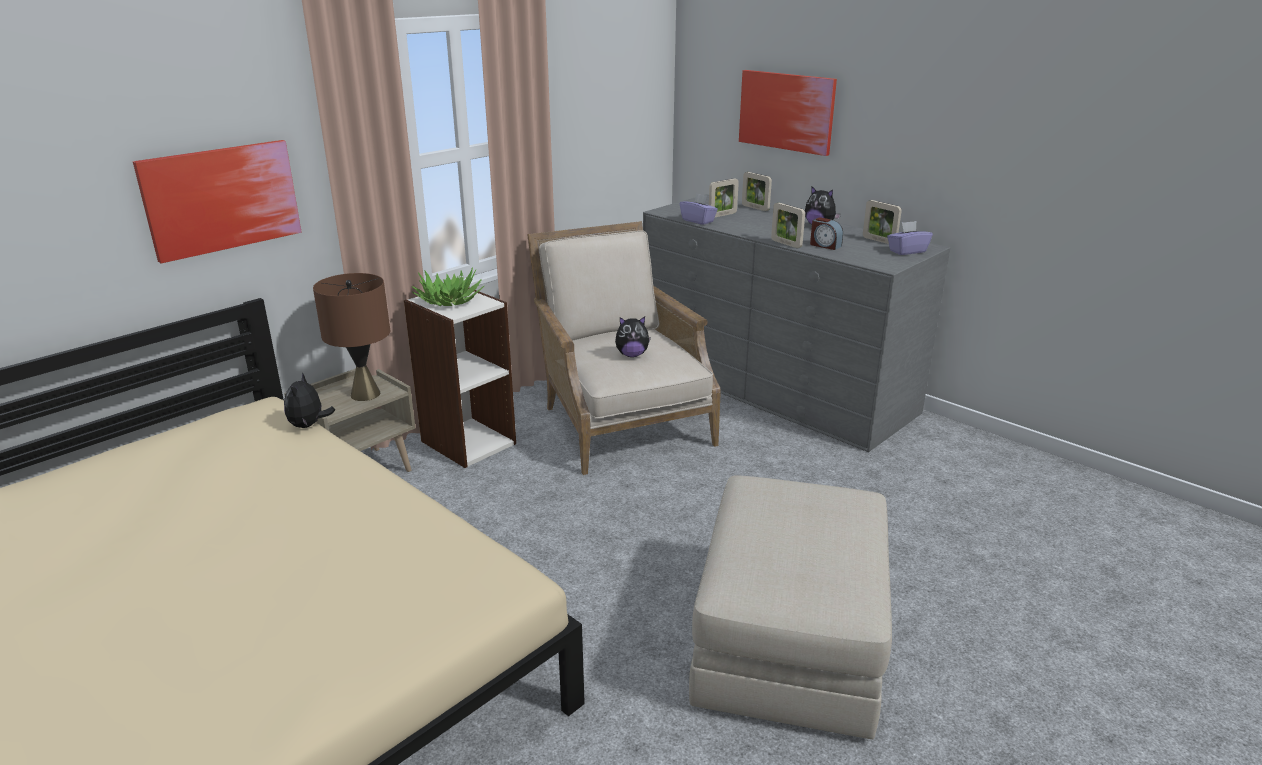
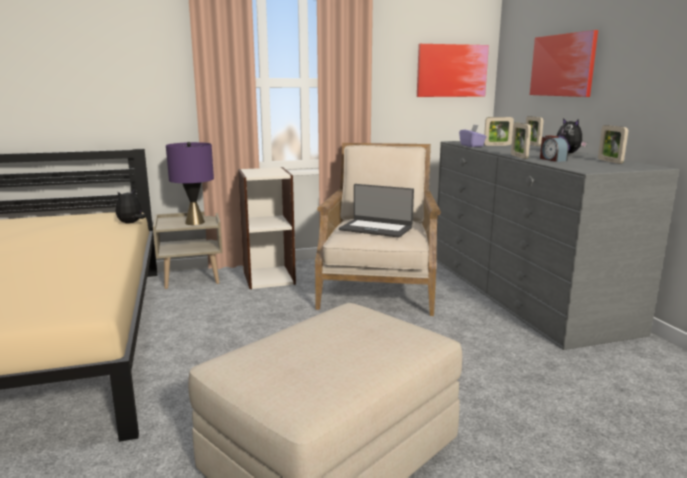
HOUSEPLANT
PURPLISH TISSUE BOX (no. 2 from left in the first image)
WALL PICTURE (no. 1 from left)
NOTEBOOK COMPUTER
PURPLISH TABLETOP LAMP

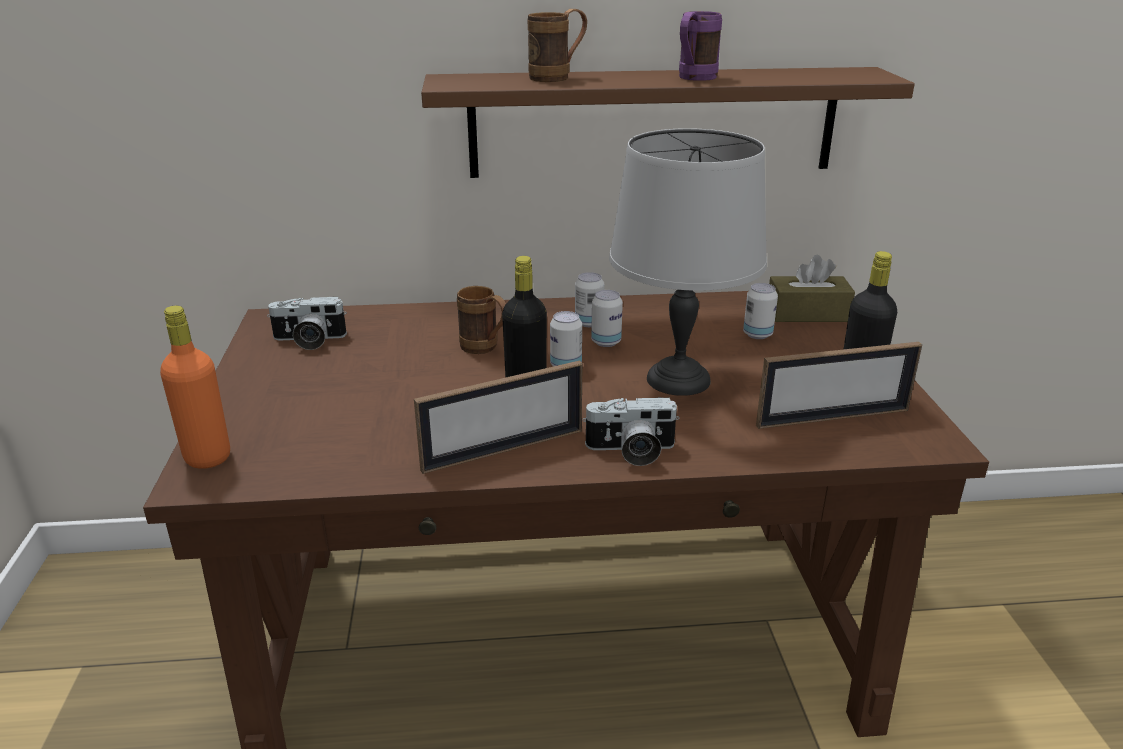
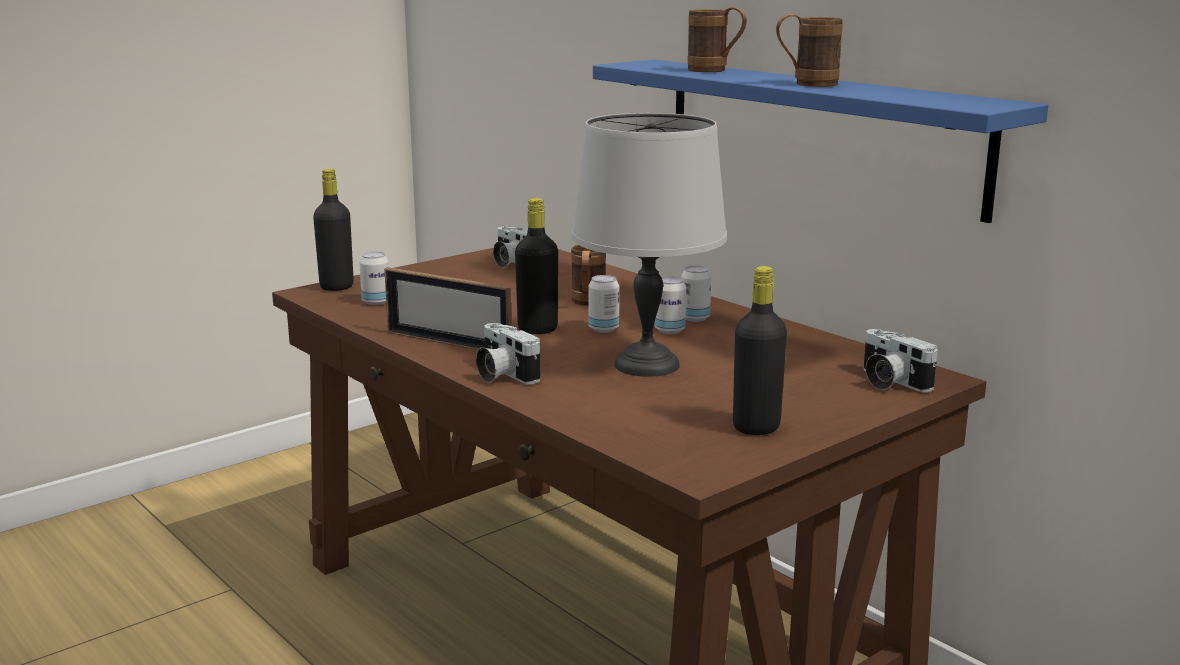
STANDING FRAME (no. 2 from left in the first image)
METAL CAN (no. 1 from left)
PHOTO CAMERA (no. 3 from left)
BLACKISH DRINK BOTTLE (no. 1 from left)
BLUE-COLOURED SHELF
BROWN MUG (no. 3 from left)

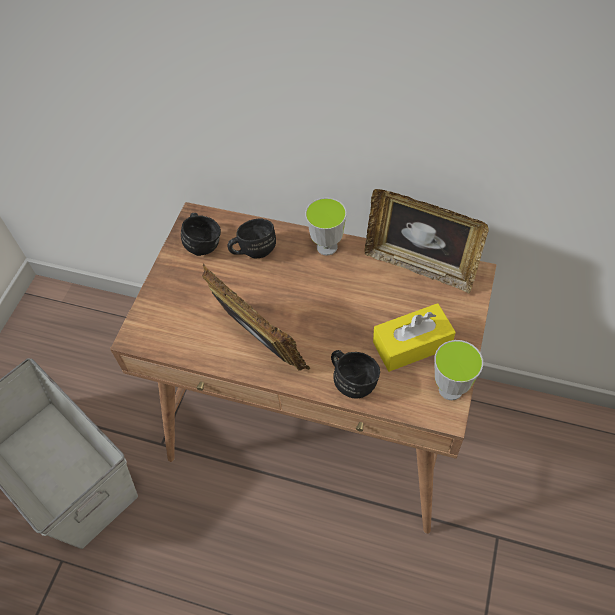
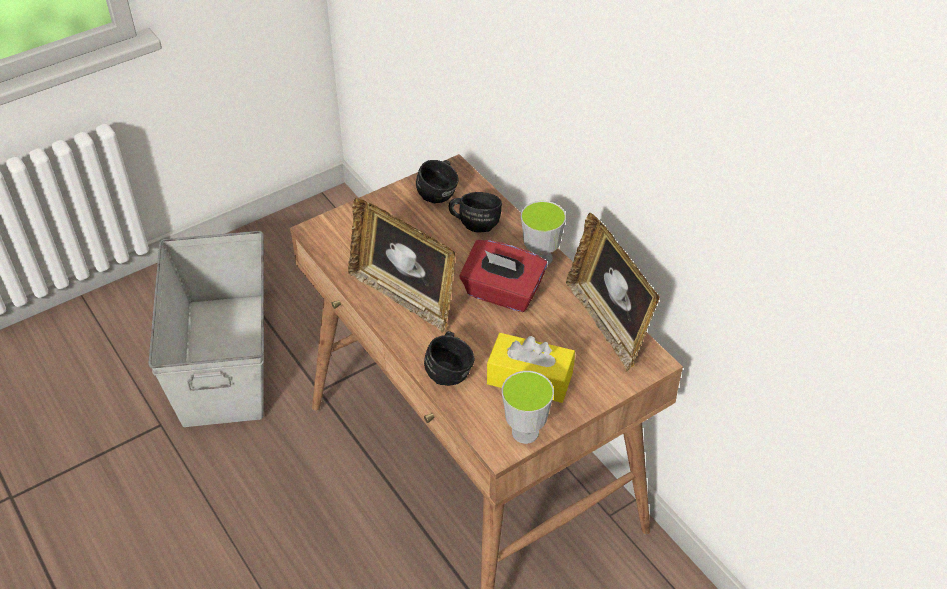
RED-COLOURED TISSUE BOX
STANDING FRAME (no. 1 from left)

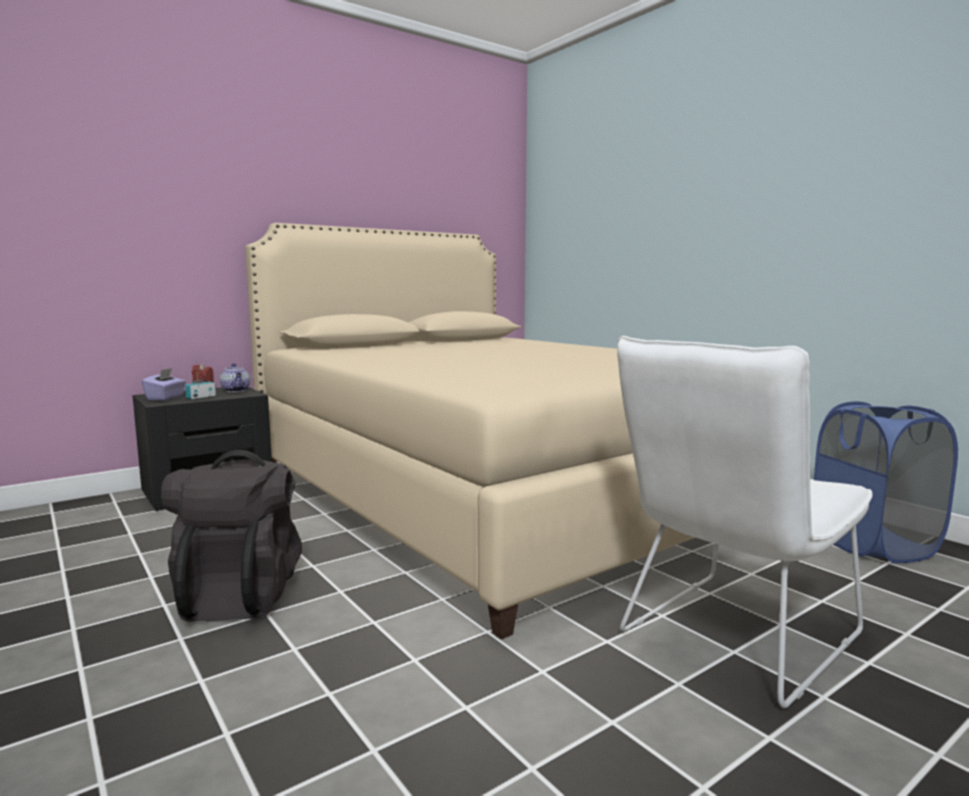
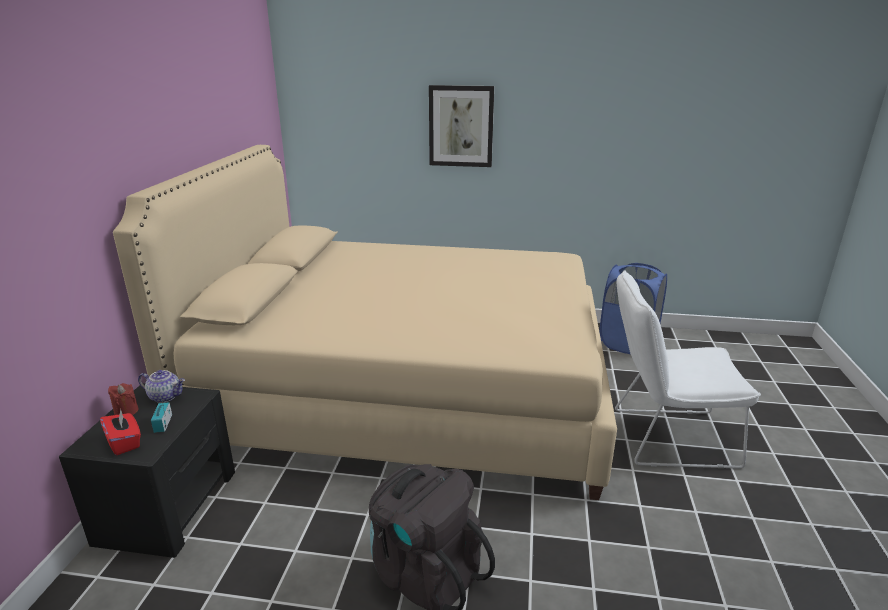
WALL PICTURE
RED-COLOURED TISSUE BOX
WHITISH PLAIN CHAIR

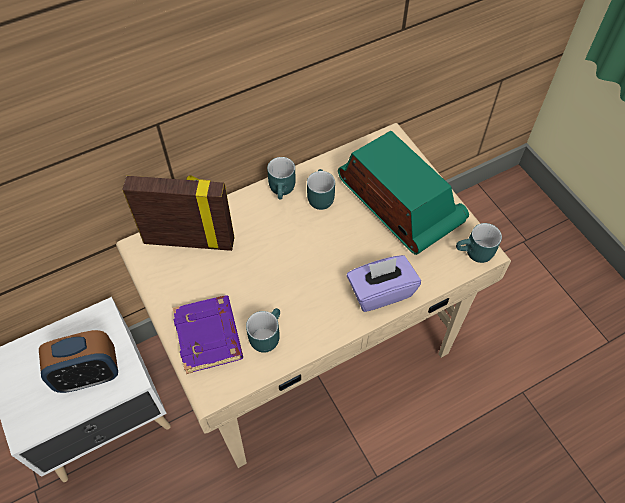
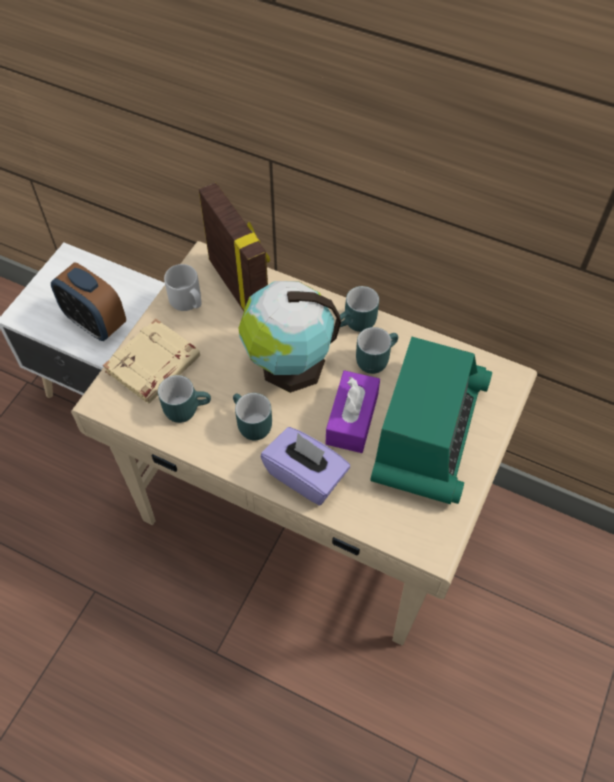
GREY MUG
GLOBE
PURPLISH TISSUE BOX (no. 2 from left)
BLUE-GREEN MUG (no. 2 from left)
SAND-COLOURED BOUND BOOK

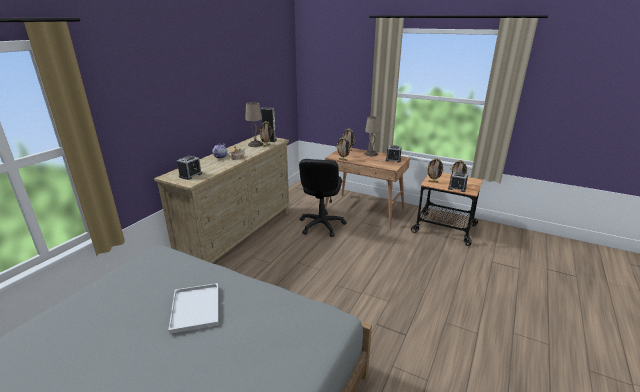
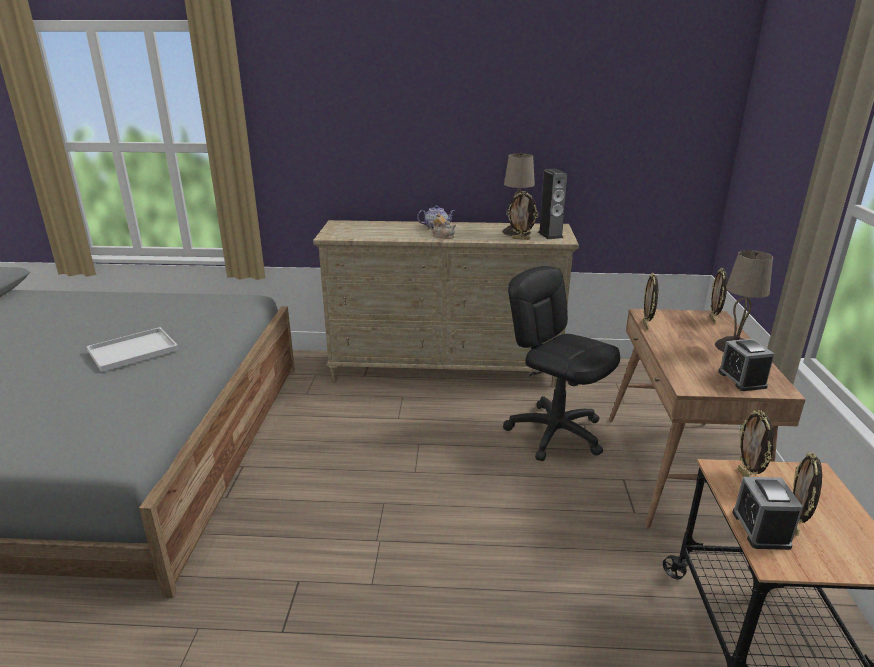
ALARM CLOCK (no. 1 from left in the first image)
BLACKISH COMPUTER CHAIR

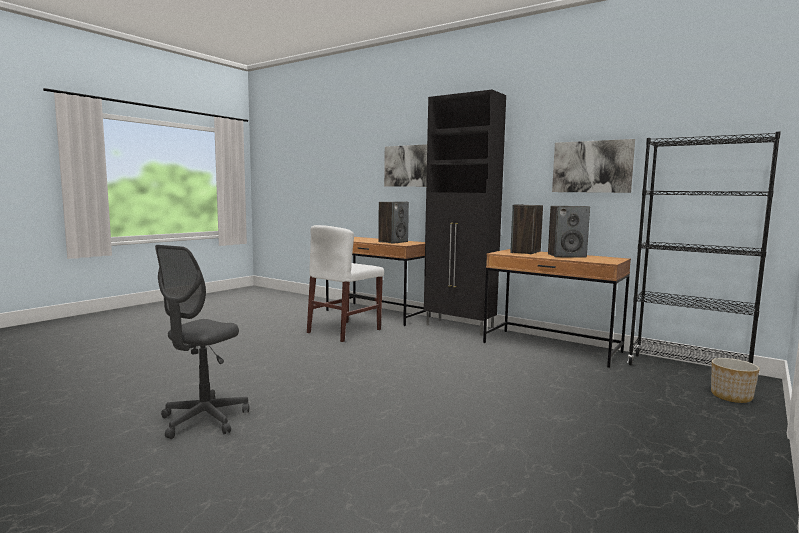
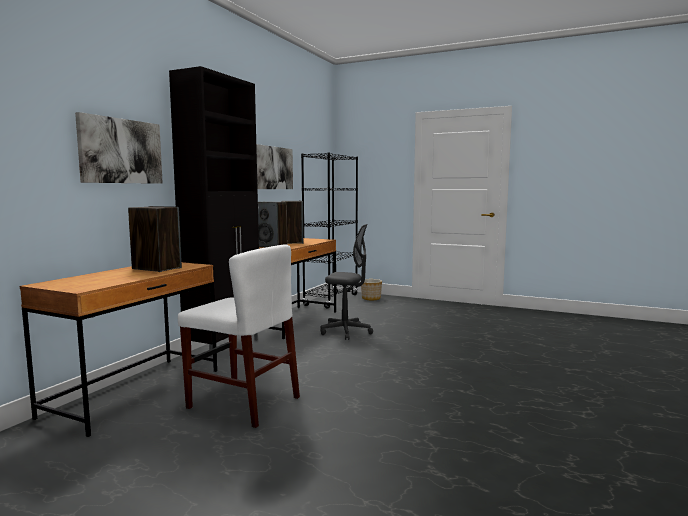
GREY COMPUTER CHAIR

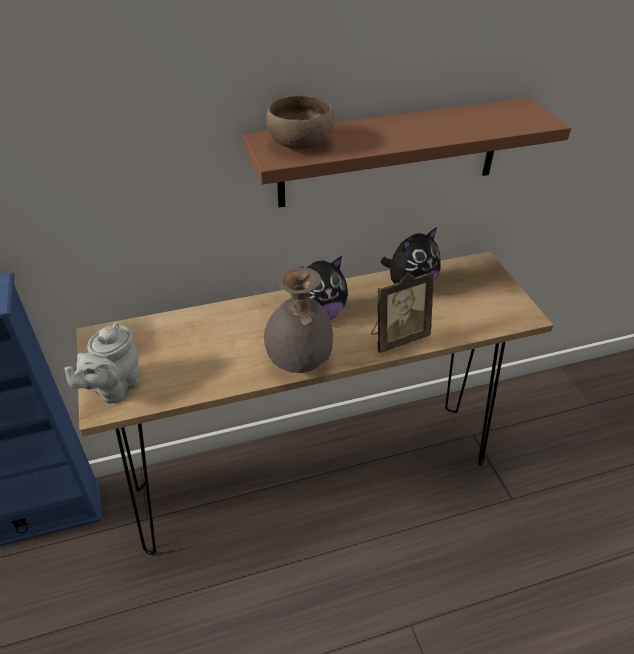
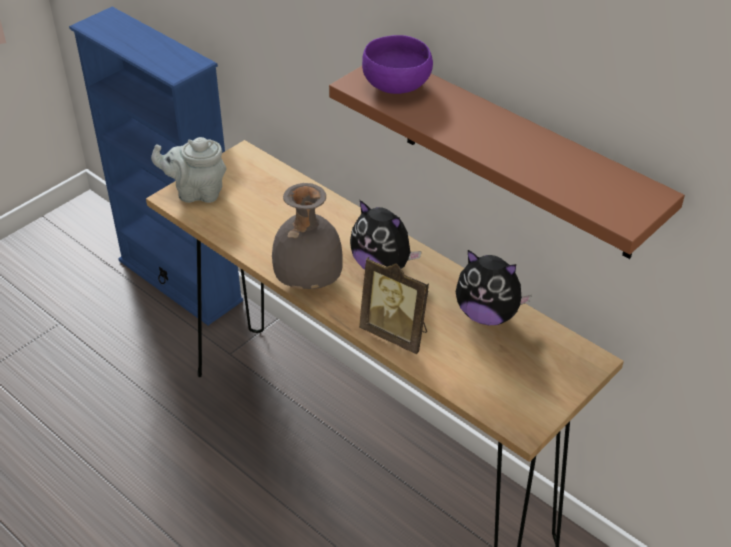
PURPLISH SERVING BOWL

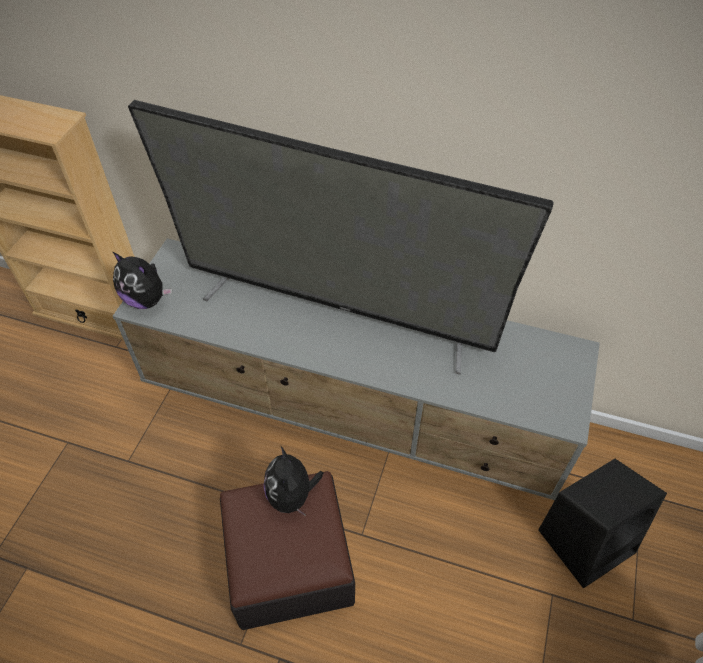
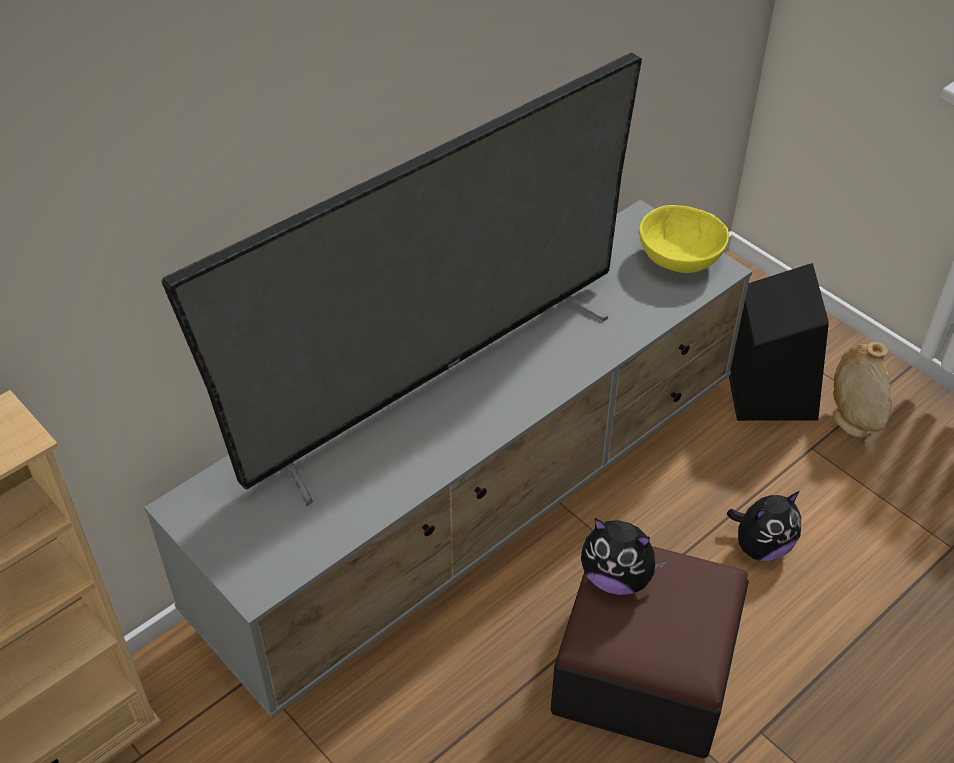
YELLOWISH SERVING BOWL
SAND-COLOURED VASE
CUDDLY TOY (no. 2 from left)

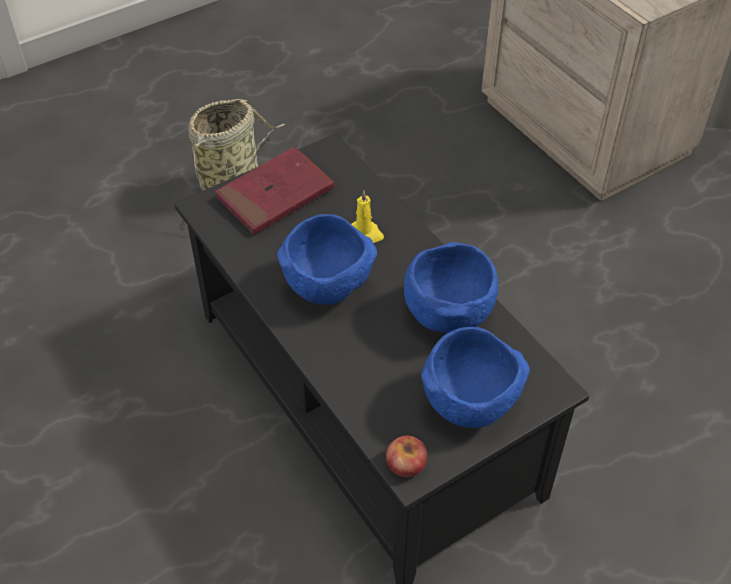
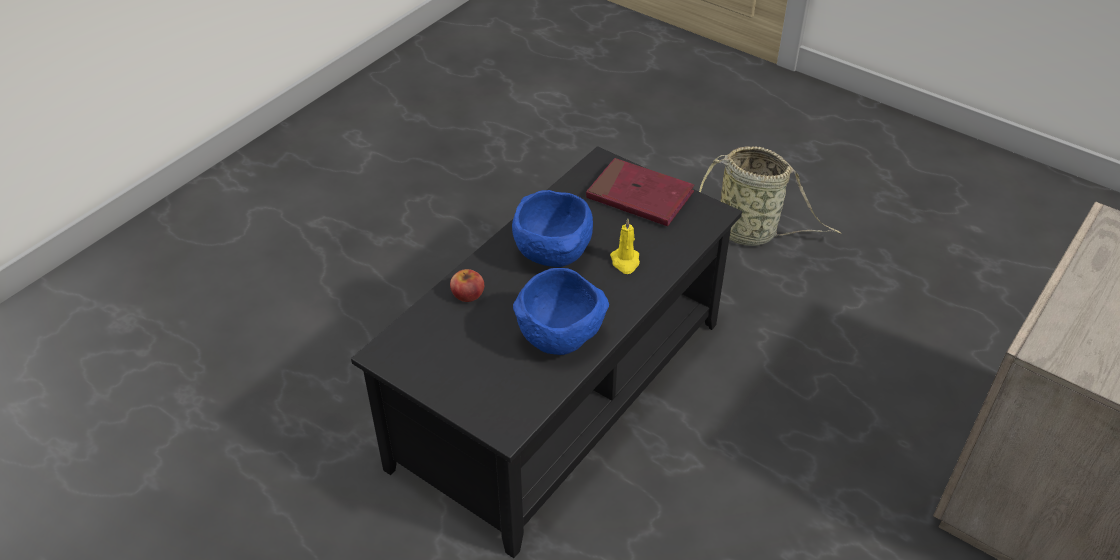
BLUE-COLOURED SERVING BOWL (no. 3 from left in the first image)
APPLE FRUIT

